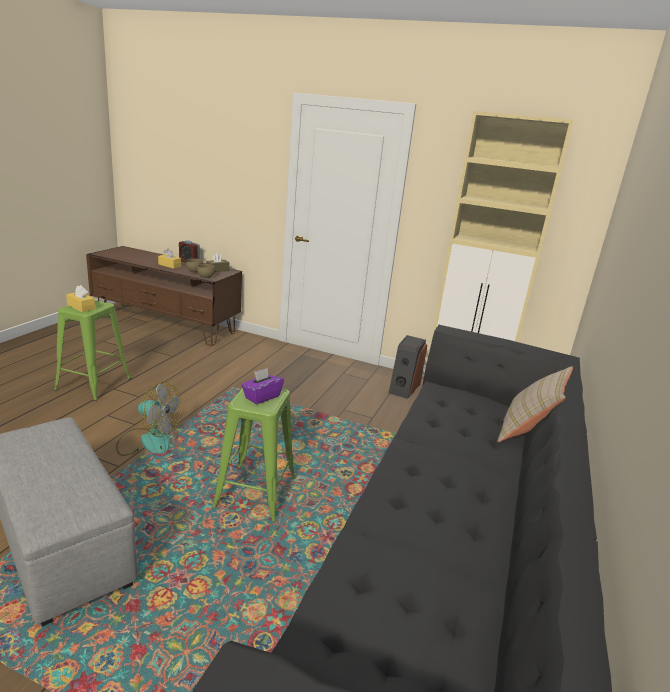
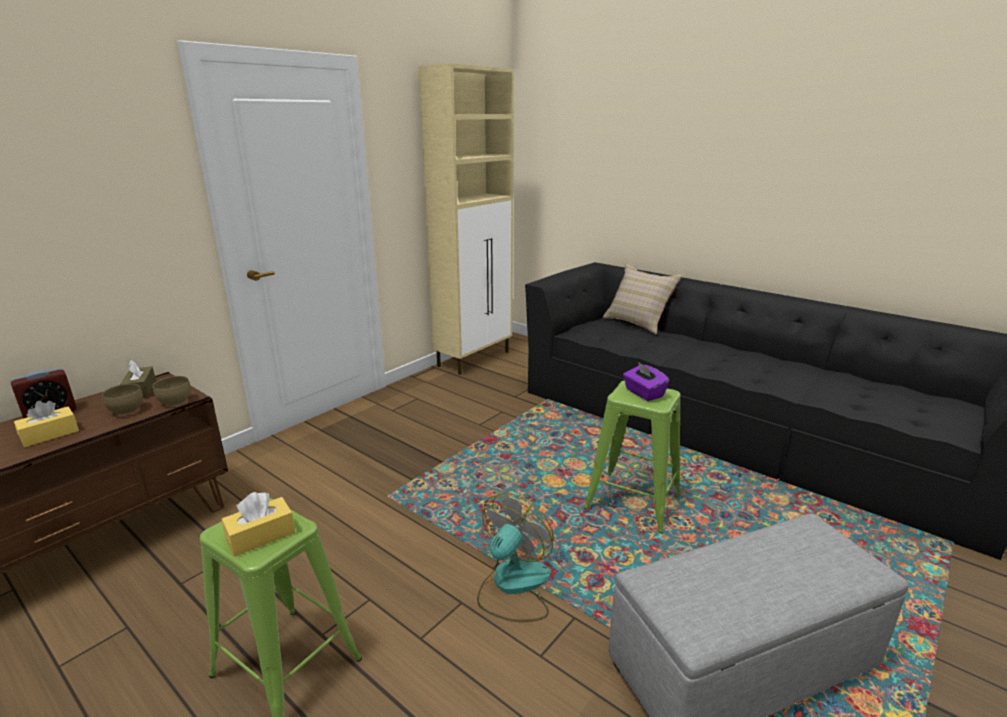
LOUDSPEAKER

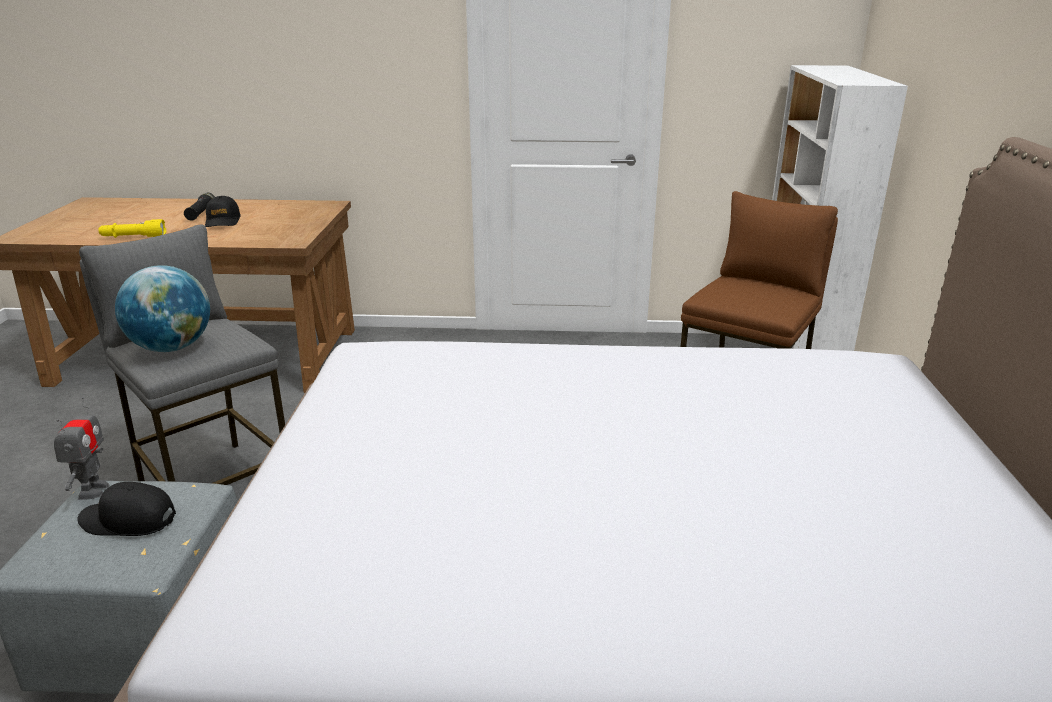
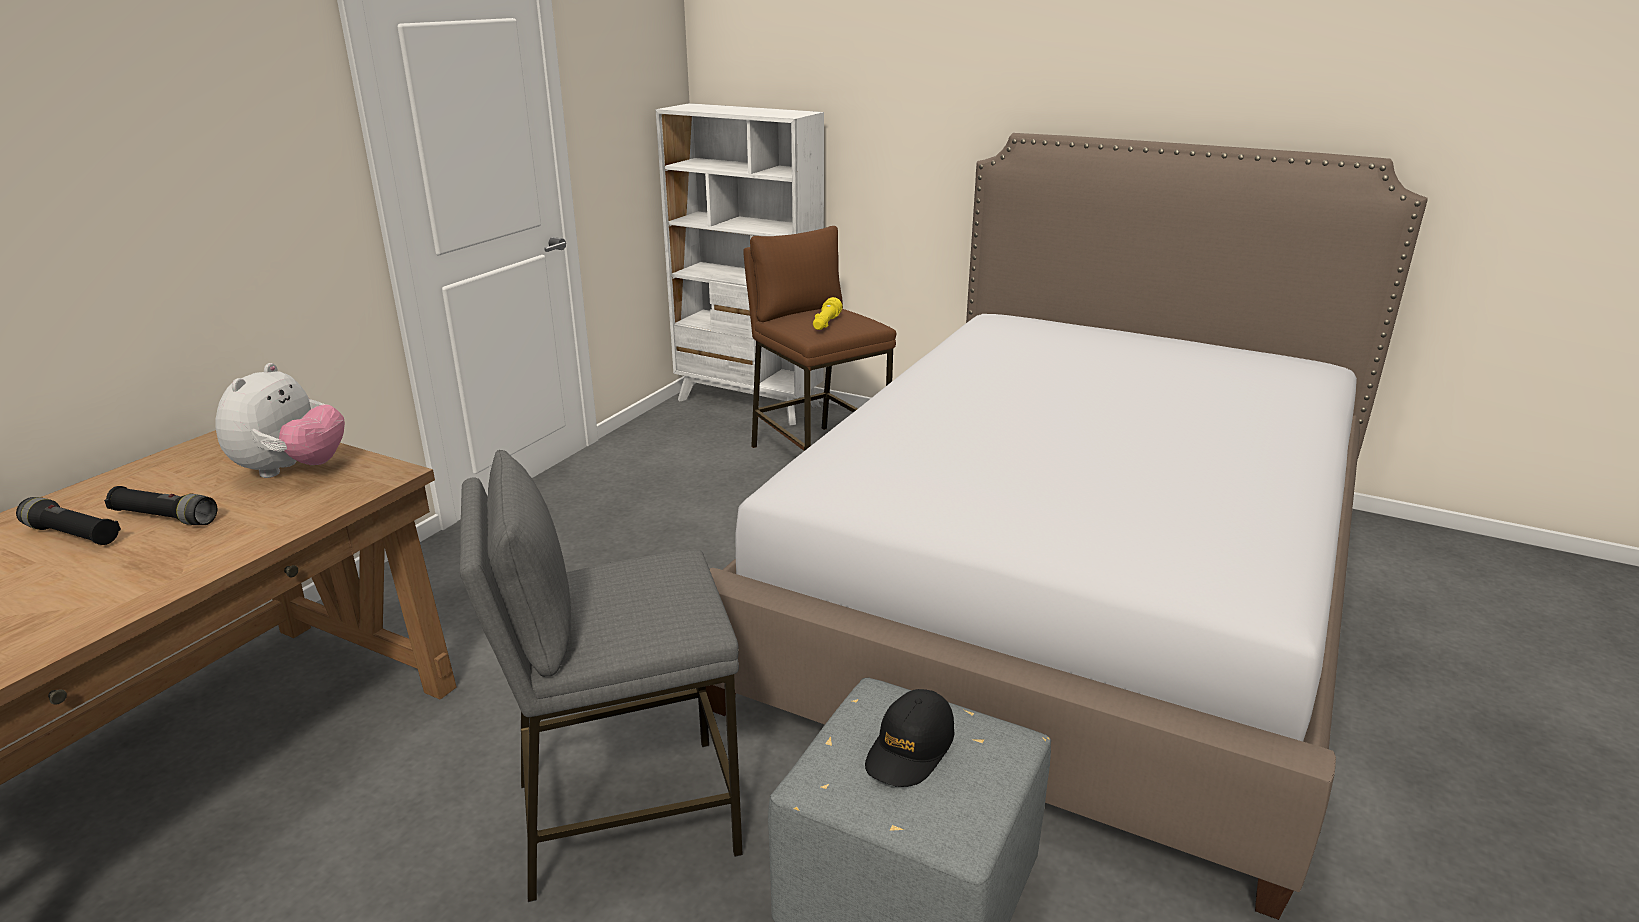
MODEL ROBOT
GLOBE
CUDDLY TOY
YELLOWISH FLASHLIGHT
BLACKISH FLASHLIGHT (no. 2 from left)

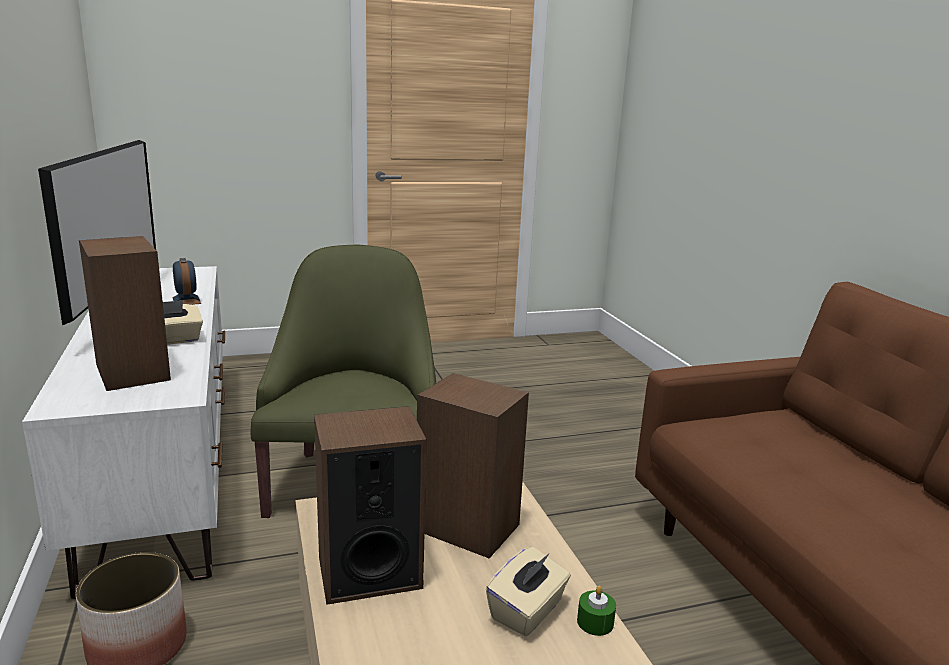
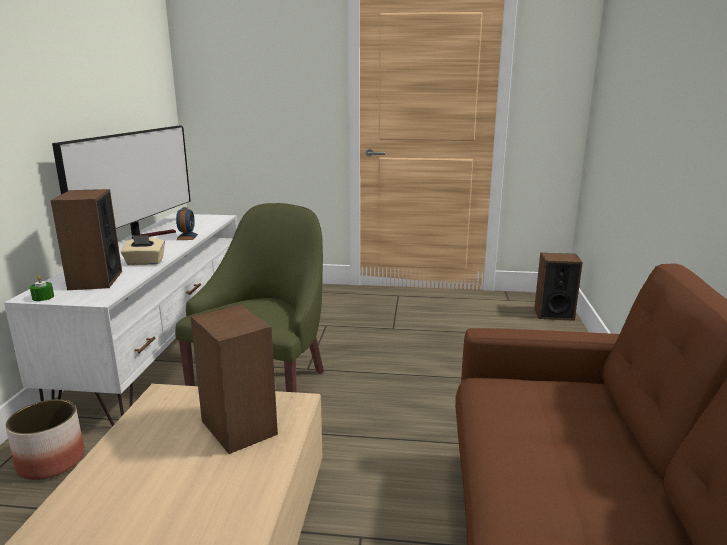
SAND-COLOURED TISSUE BOX (no. 2 from left in the first image)
LOUDSPEAKER (no. 3 from left)
GREEN-COLOURED WAX LIGHT

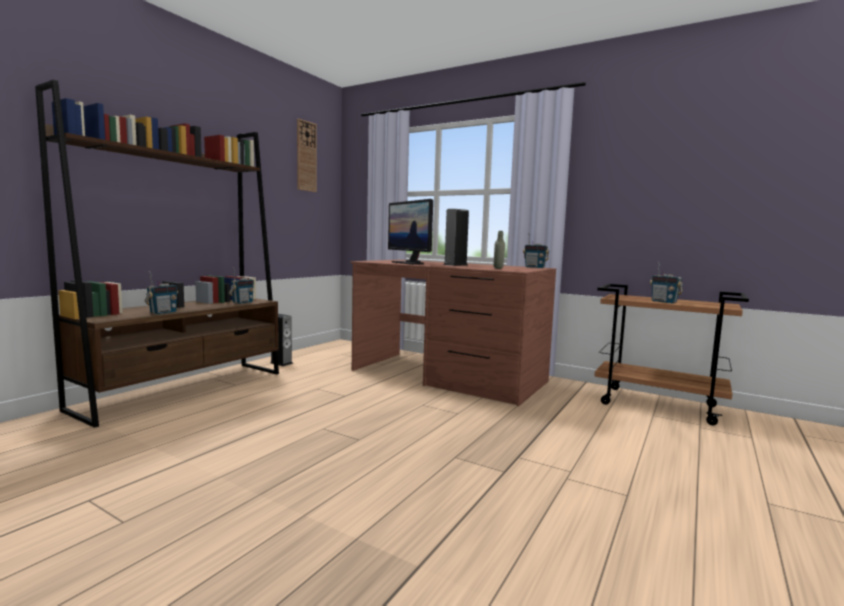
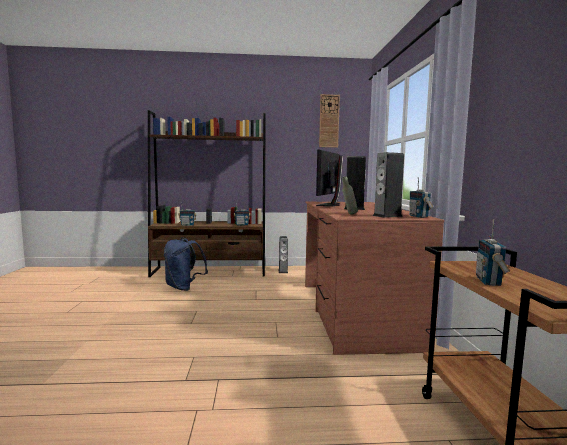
BLUE-COLOURED BACKPACK
LOUDSPEAKER (no. 3 from left)

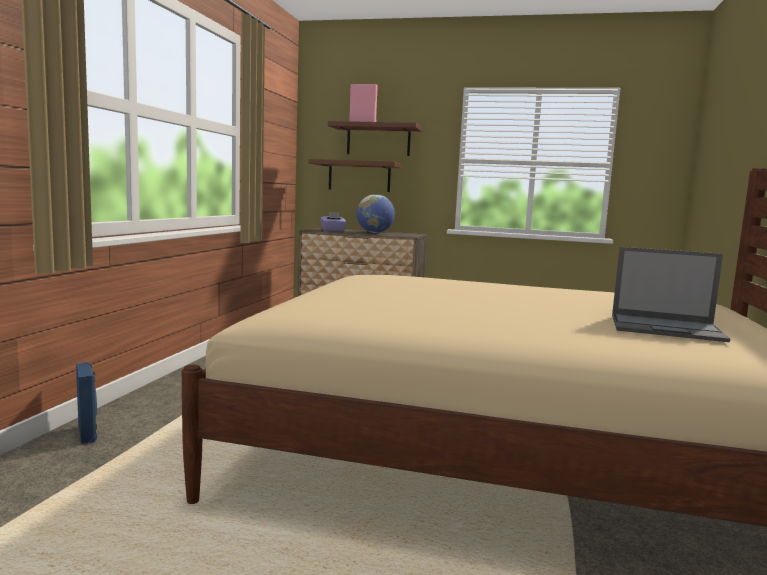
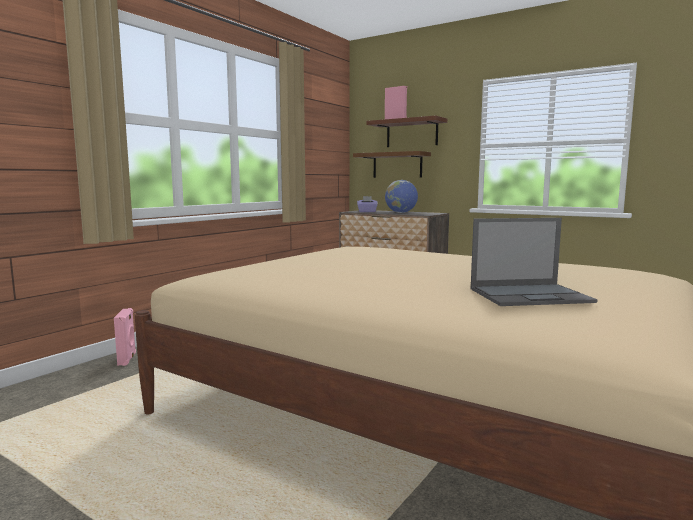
PINKISH LOUDSPEAKER (no. 1 from left)
NOTEBOOK COMPUTER

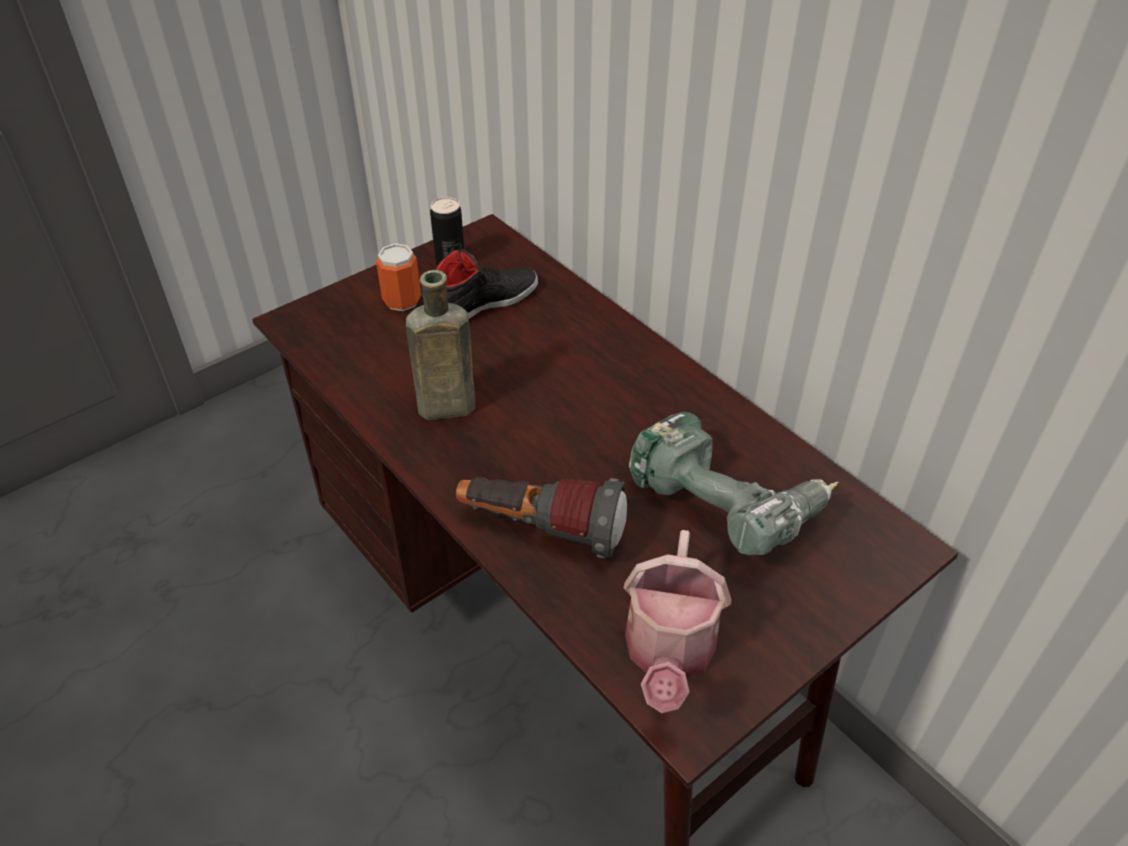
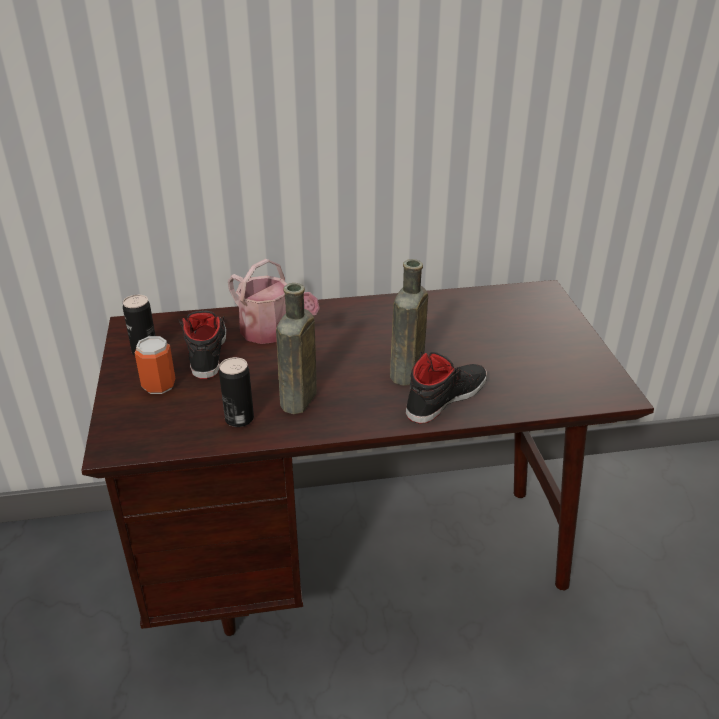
ELECTRIC DRILL
METAL CAN (no. 3 from left)
BROWN DRINK BOTTLE (no. 2 from left)
WATERING CAN
BLACKISH SHOE (no. 2 from left)

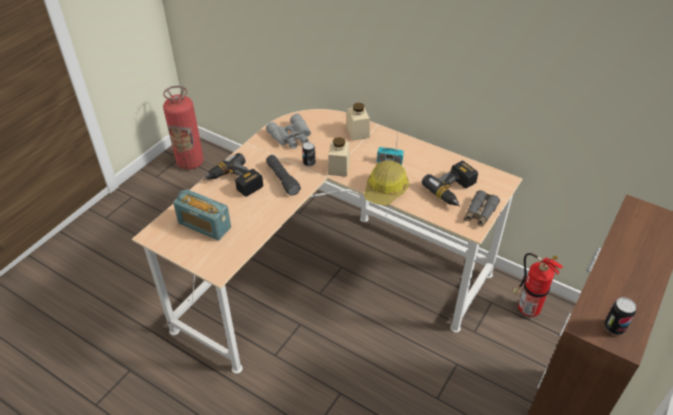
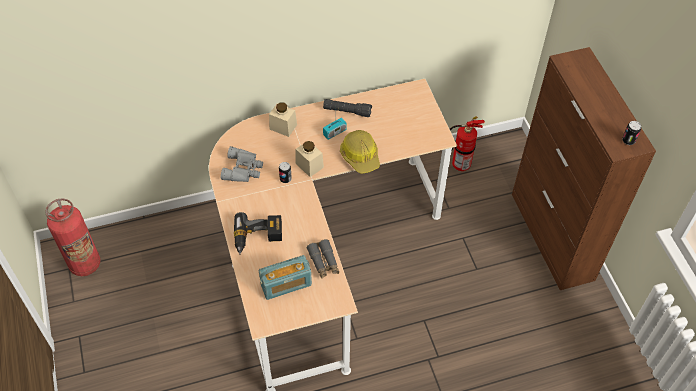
ELECTRIC DRILL (no. 2 from left in the first image)
BLACKISH FLASHLIGHT
GREY FIELD GLASSES (no. 2 from left)

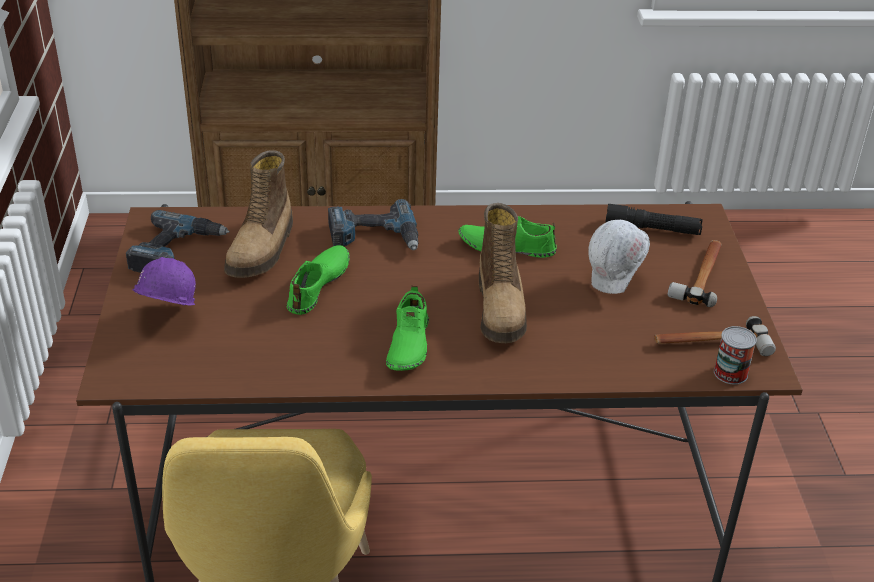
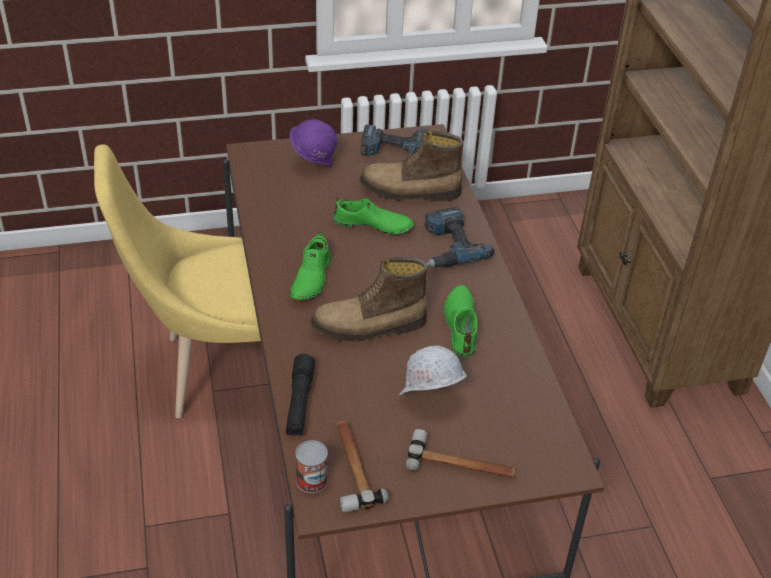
BLACKISH FLASHLIGHT
GREEN-COLOURED SHOE (no. 1 from left)

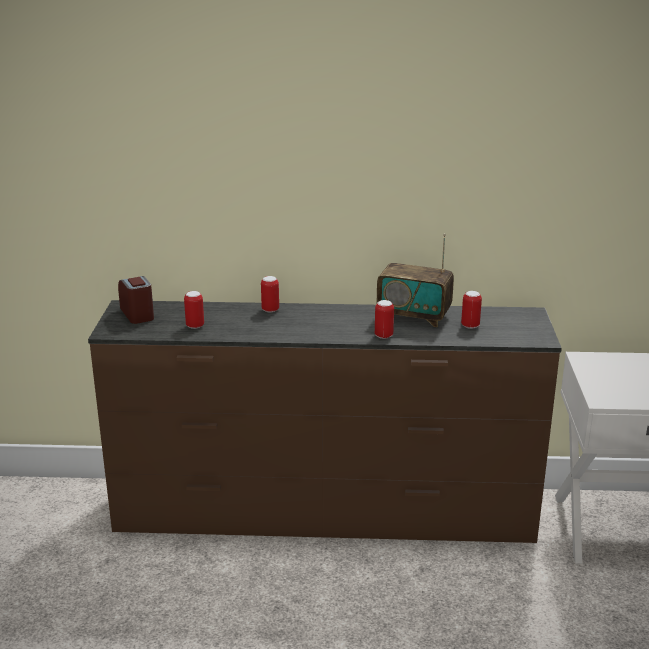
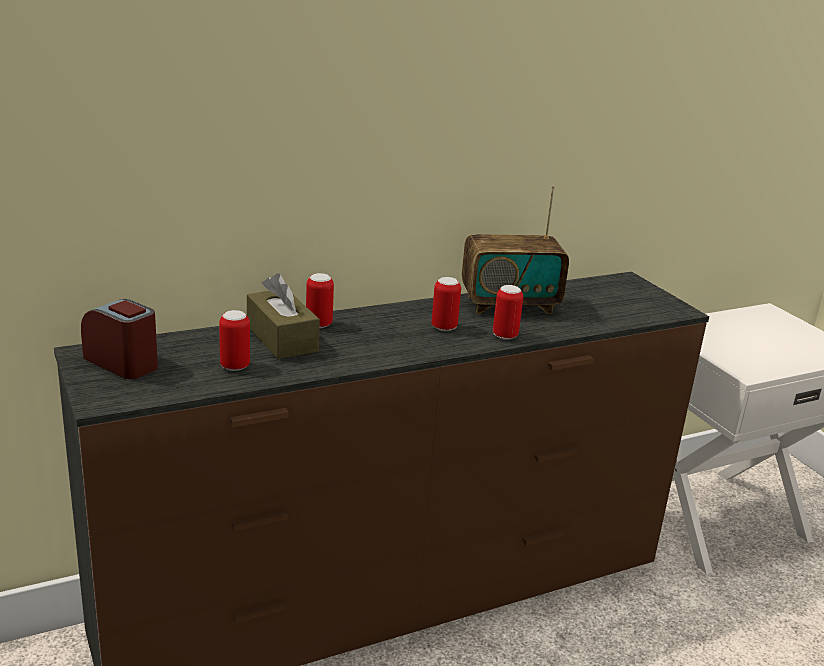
BROWN TISSUE BOX
METAL CAN (no. 3 from left)

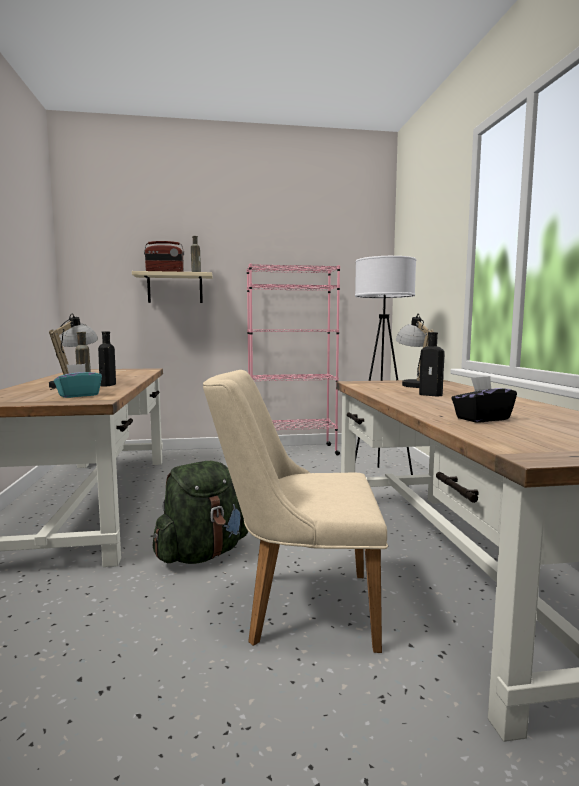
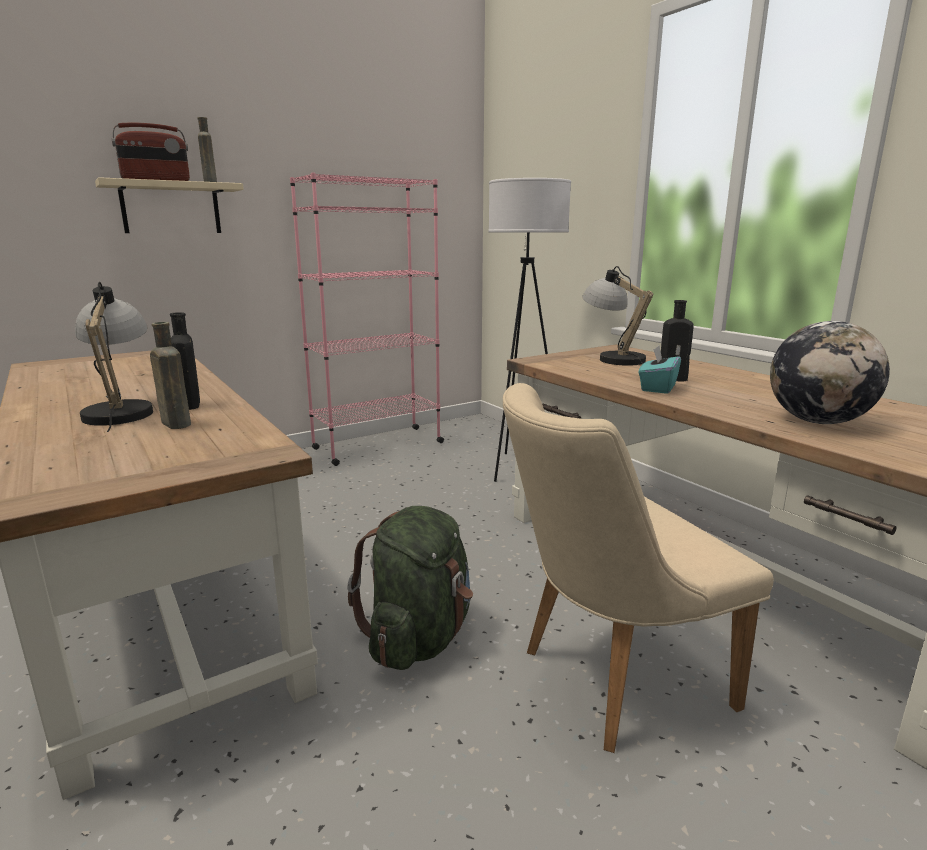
BLUE-GREEN TISSUE BOX
GLOBE

